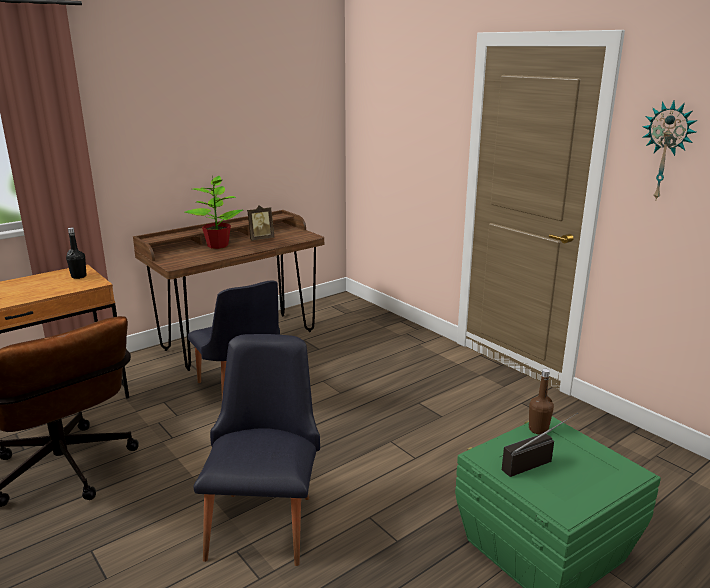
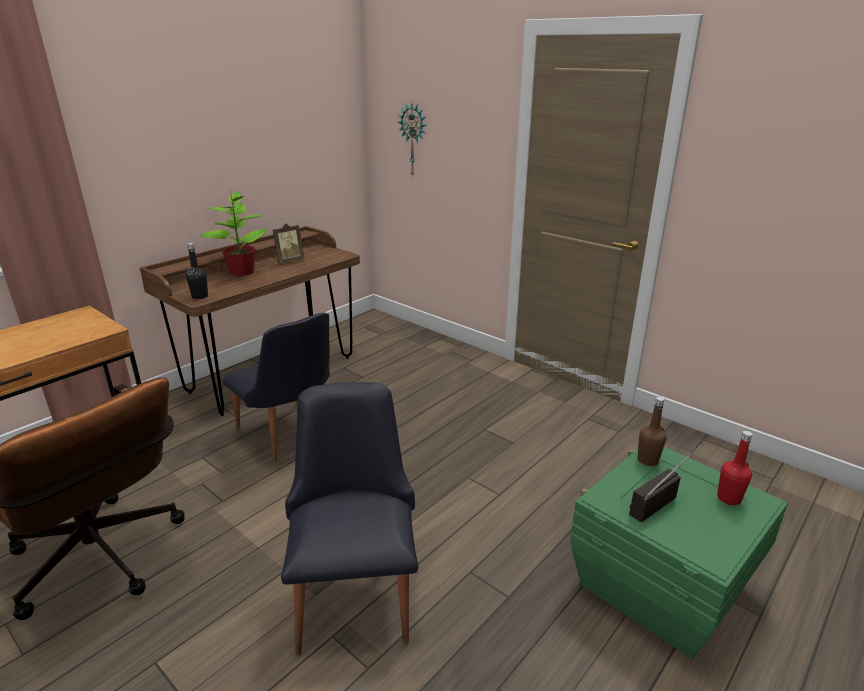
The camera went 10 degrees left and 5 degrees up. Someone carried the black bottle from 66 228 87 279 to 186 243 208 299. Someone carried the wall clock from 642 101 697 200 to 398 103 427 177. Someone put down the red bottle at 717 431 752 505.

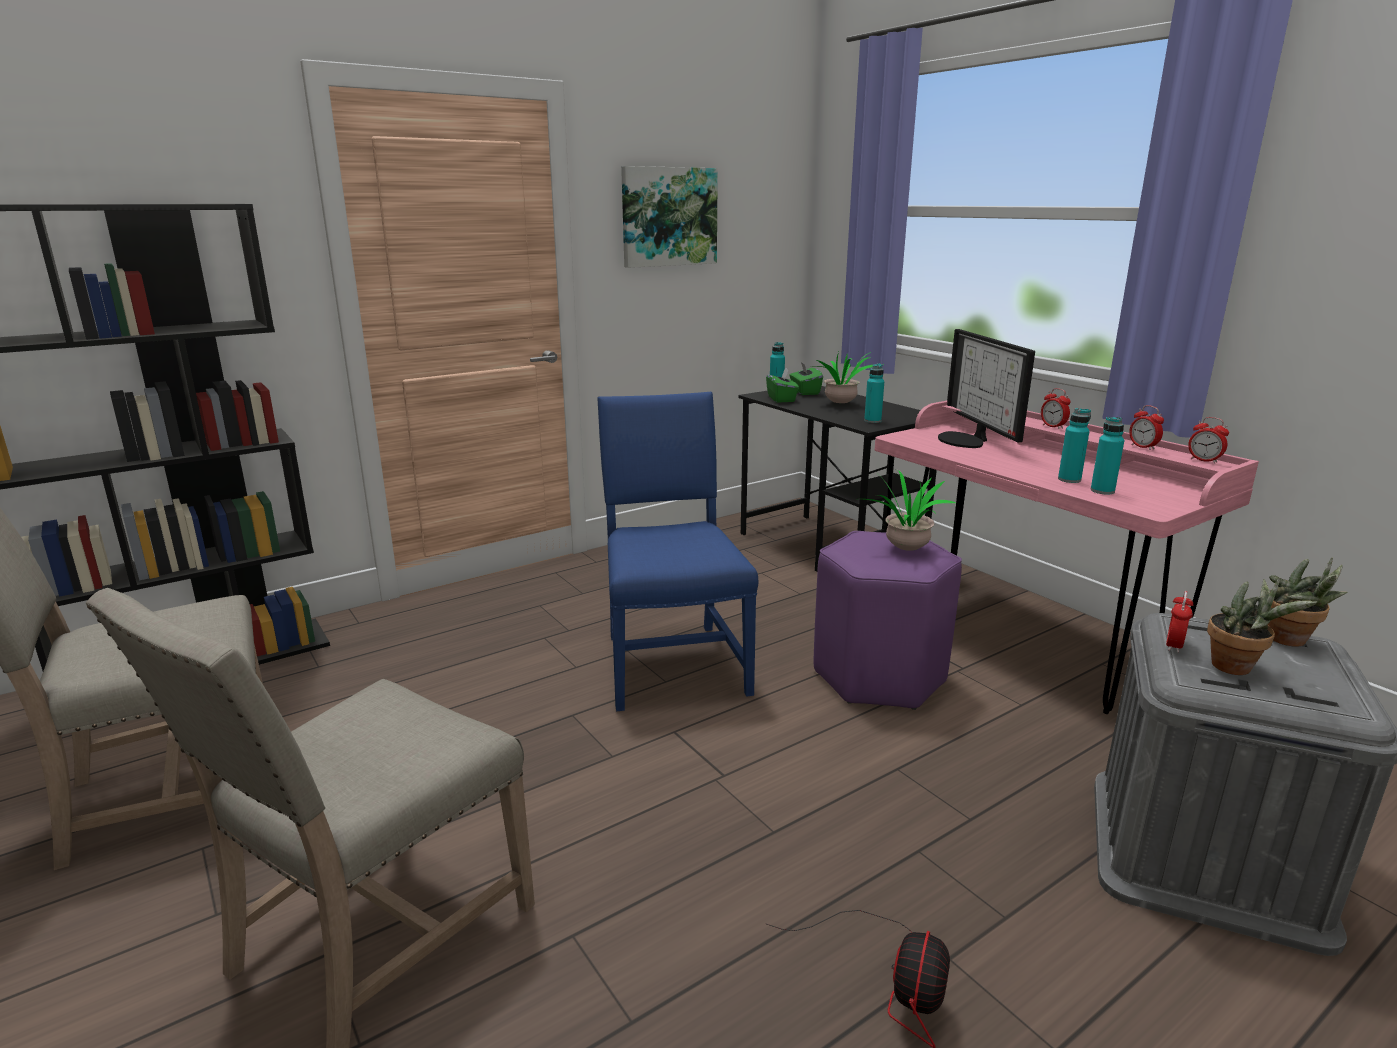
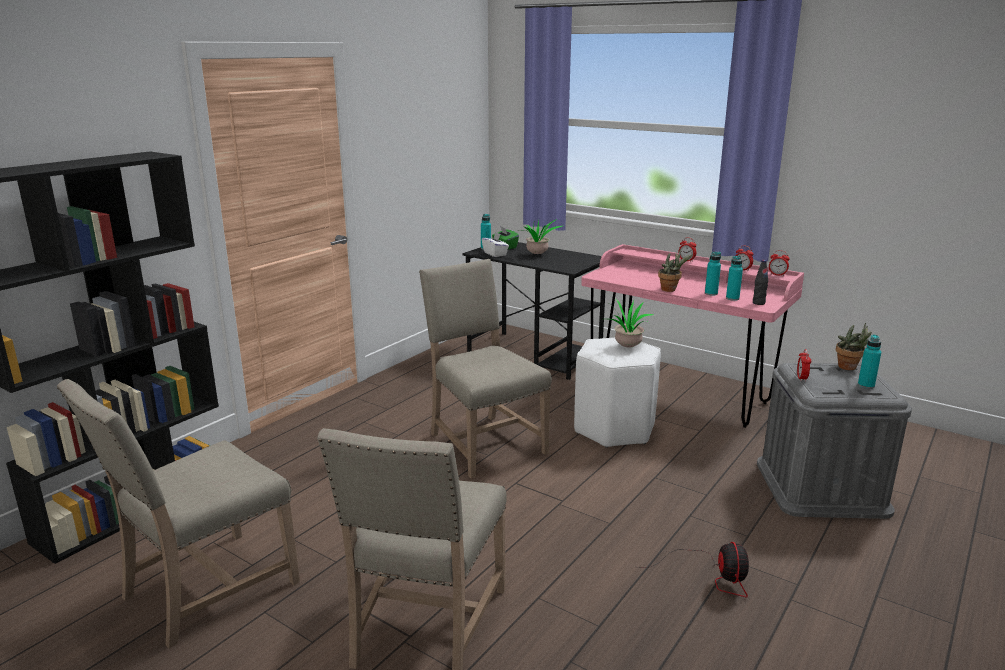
The camera went 20 degrees left and 0 degrees up. Someone repainted the blue chair at 598 392 758 711, which became the beige chair at 419 259 552 479. Someone took away the picture at 621 166 718 268. Someone repainted the green tissue box at 766 368 799 403, which became the white tissue box at 482 232 509 257. Someone repainted the purple stool at 814 531 962 710, which became the white stool at 574 338 661 448. Someone carried the turquoise bottle from 864 363 884 423 to 858 335 881 389. Someone took away the monitor at 938 329 1035 448. Someone carried the potted plant from 1207 577 1317 675 to 658 249 693 292. Someone put down the black bottle at 753 260 768 305.

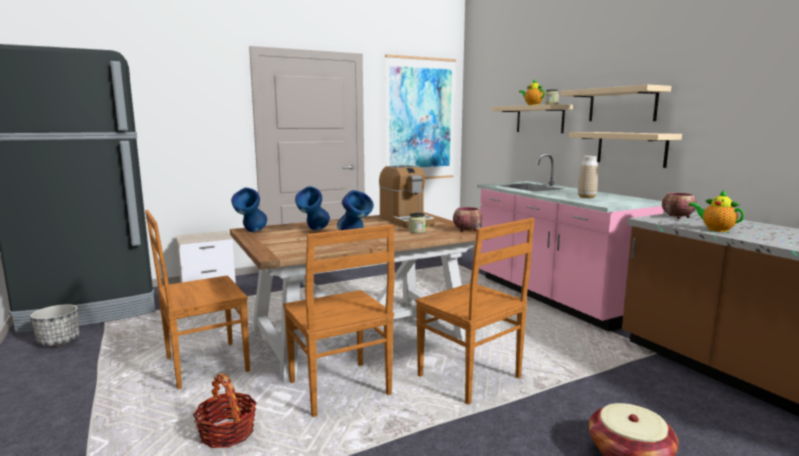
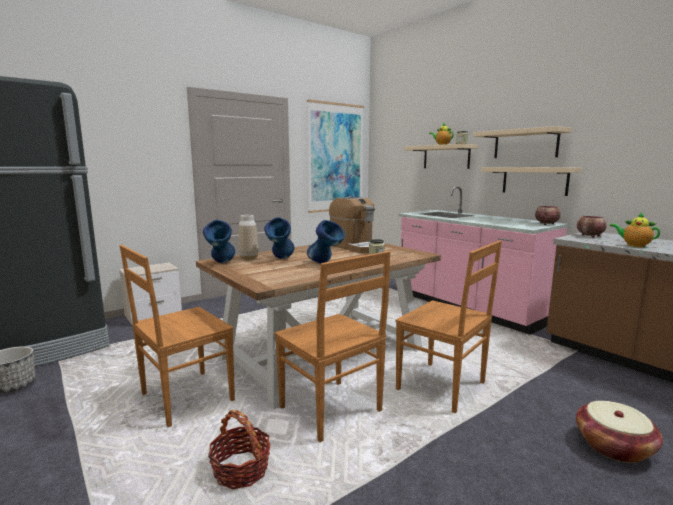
The camera went 10 degrees left and 0 degrees up. Someone carried the bowl from 453 207 482 232 to 535 206 561 225. Someone carried the vase from 578 156 598 198 to 239 215 258 260.

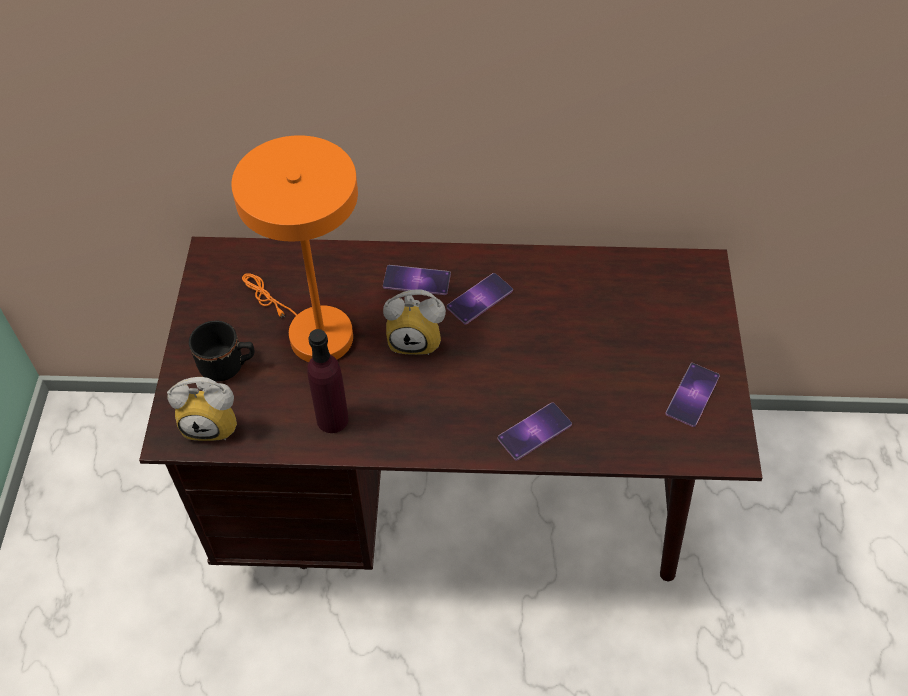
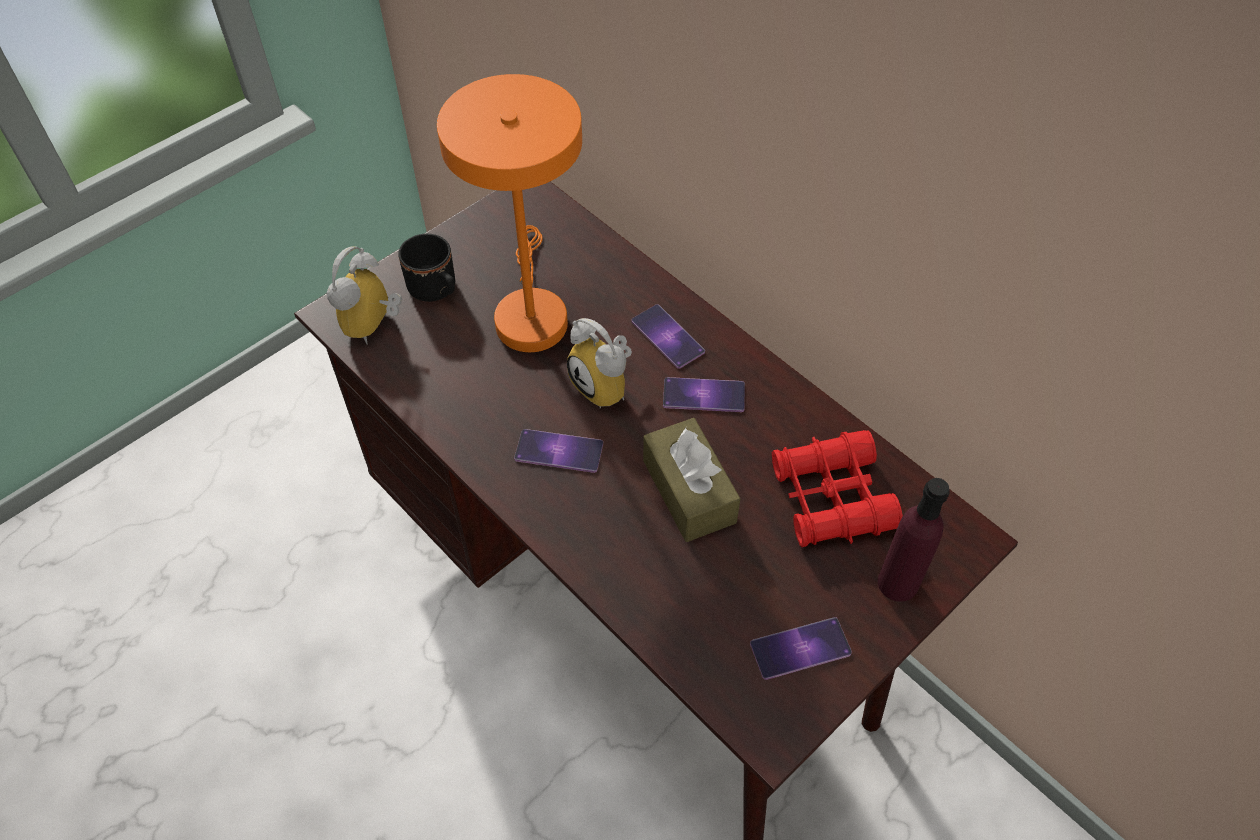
The camera went 45 degrees right and 0 degrees up. Someone rotated the alarm clock at 167 377 237 441 by 60 degrees clockwise. Someone carried the purple bottle from 307 329 348 433 to 878 478 950 602. Someone carried the phone from 498 403 572 461 to 514 429 603 473. Someone put down the brown tissue box at 643 418 740 542. Someone put down the red binoculars at 772 430 903 547.

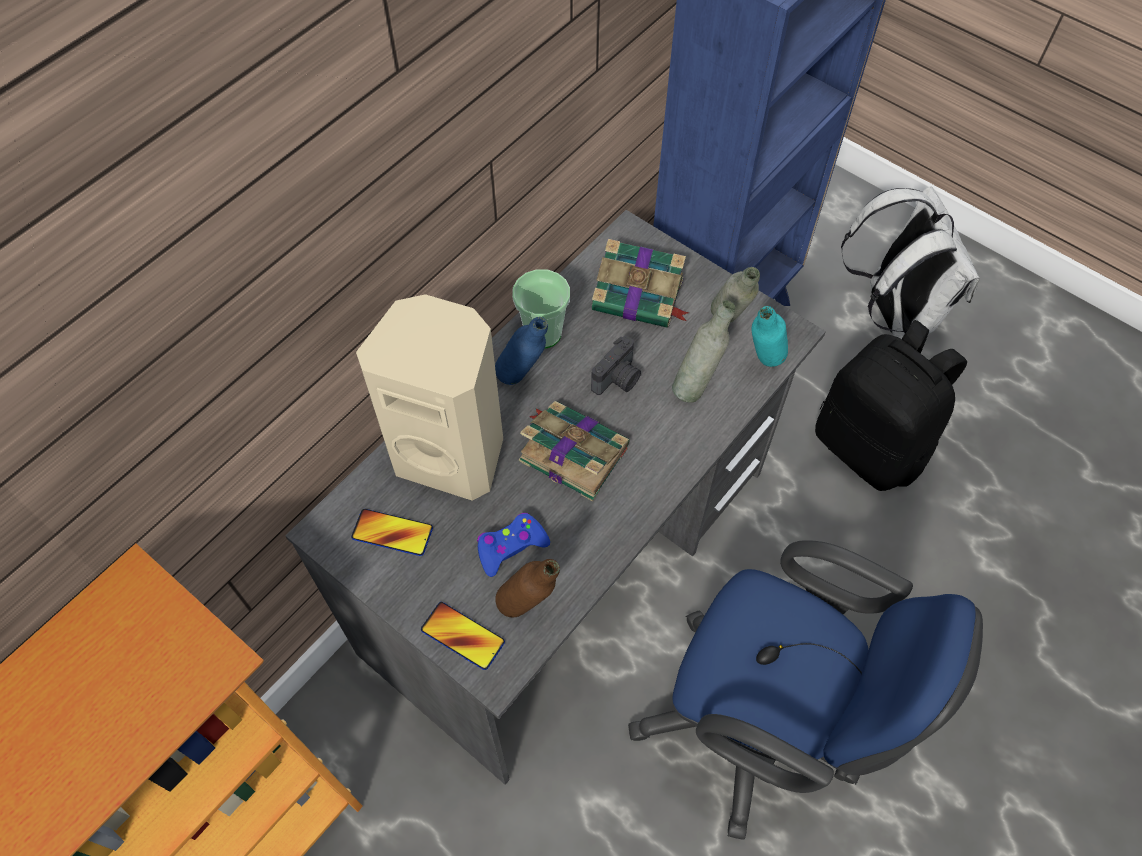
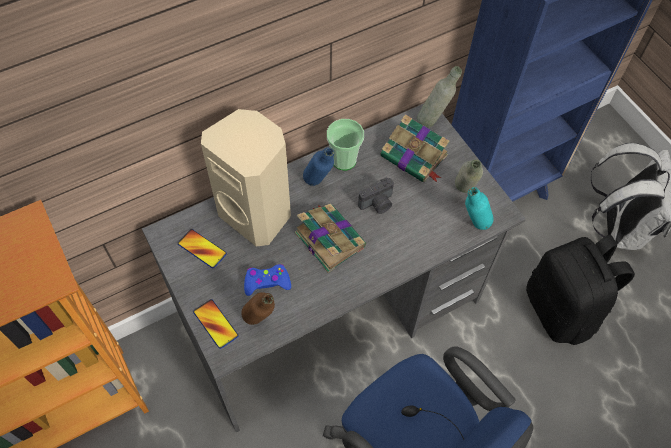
The camera went 20 degrees right and 0 degrees up. Someone carried the grey bottle from 672 300 735 403 to 417 66 462 128.

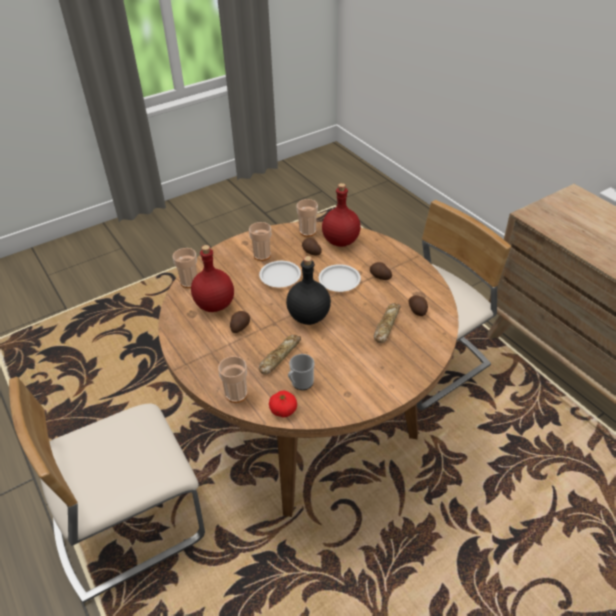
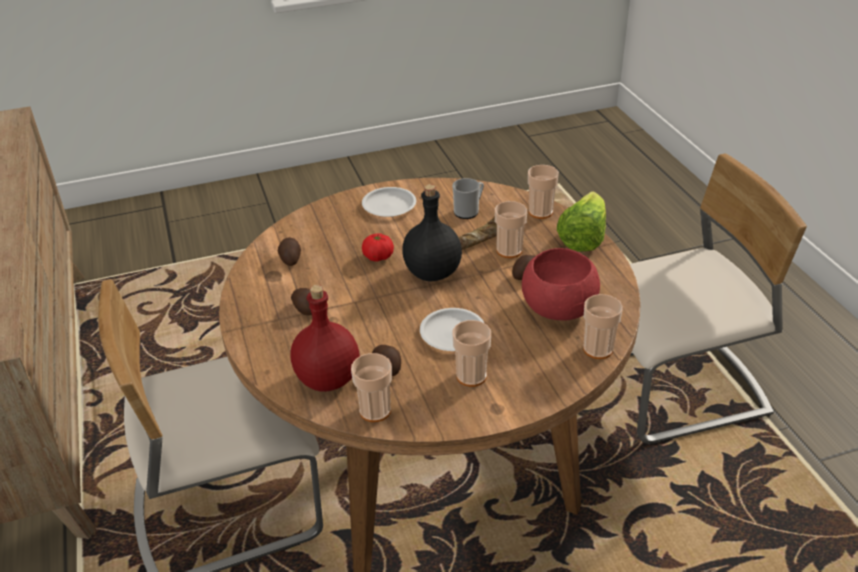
The camera went 165 degrees left and 5 degrees down. Someone swapped the red bottle at 191 245 234 312 for the red bowl at 522 248 600 321. Someone carried the tomato from 269 391 297 418 to 362 233 394 261. Someone carried the white plate from 319 264 361 292 to 362 187 416 217. Someone took away the bread at 374 303 401 343. Someone put down the cup at 495 201 527 258. Someone put down the lettuce at 557 191 606 252.

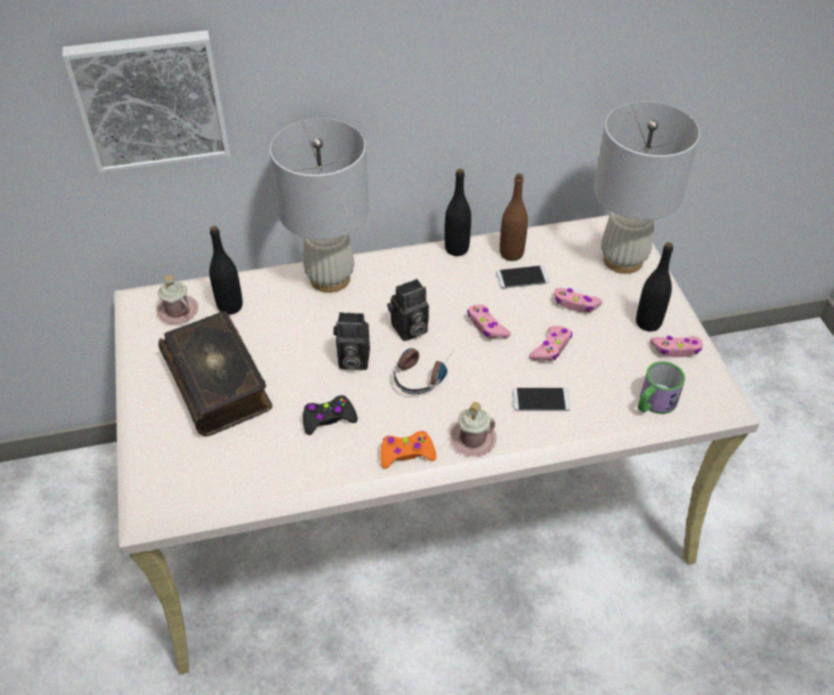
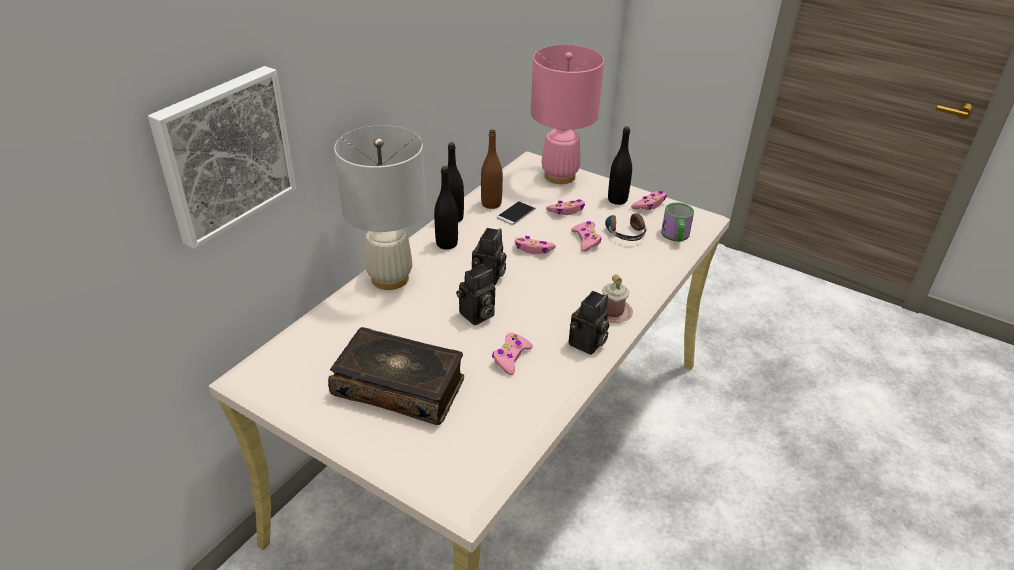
The camera went 45 degrees left and 10 degrees down. Someone took away the pink mug at 156 275 198 324. Someone carried the black bottle from 209 226 243 315 to 434 166 458 250. Someone repainted the black game controller at 303 395 358 435, which became the pink game controller at 492 333 533 375. Someone swapped the orange game controller at 380 431 436 469 for the photo camera at 569 291 609 355. Someone carried the headphones from 393 348 452 394 to 605 207 647 241. Someone took away the phone at 512 388 570 411. Someone repainted the white table lamp at 594 102 700 274, which became the pink table lamp at 531 45 604 184.

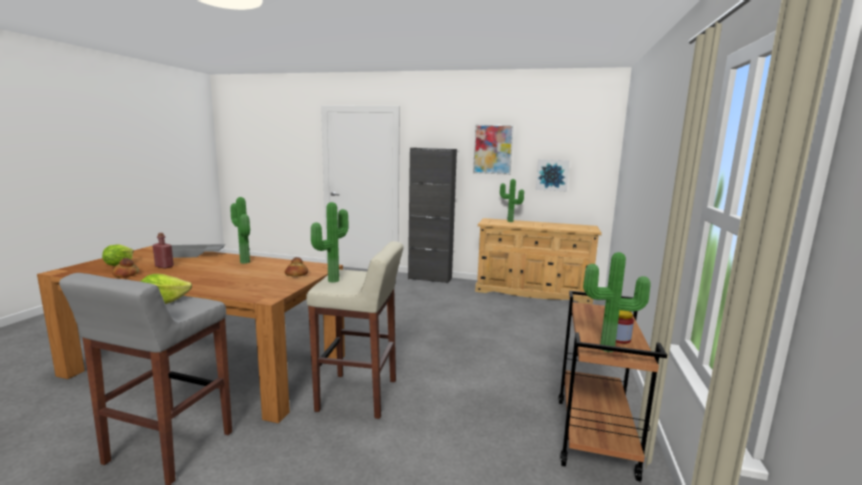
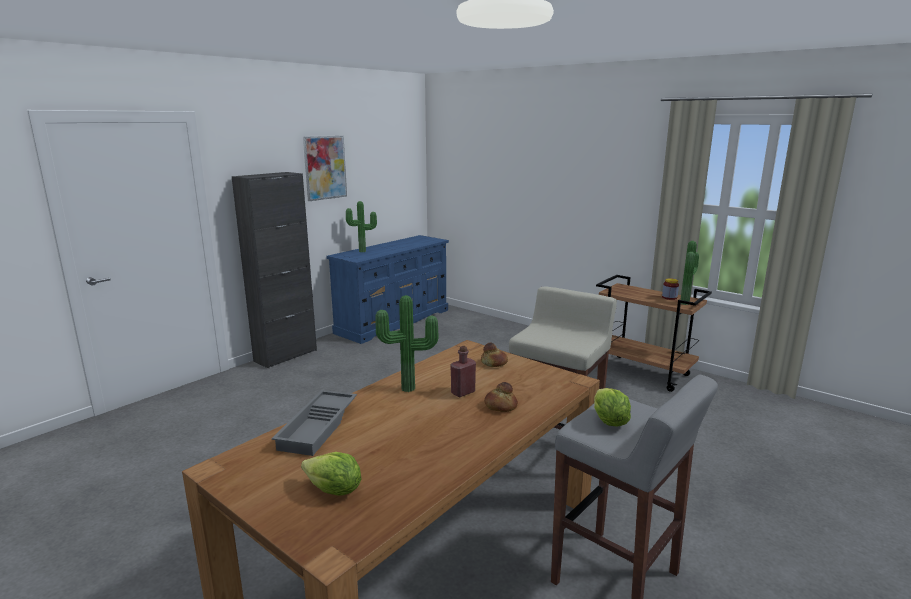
The camera went 65 degrees left and 5 degrees up. Someone carried the bread from 112 258 139 278 to 484 382 518 412. Someone carried the red bottle from 153 233 174 269 to 450 346 476 397. Someone took away the potted plant at 311 202 349 283. Someone repainted the beige dresser at 475 218 602 304, which became the blue dresser at 326 235 449 344. Someone took away the picture at 536 159 570 191.

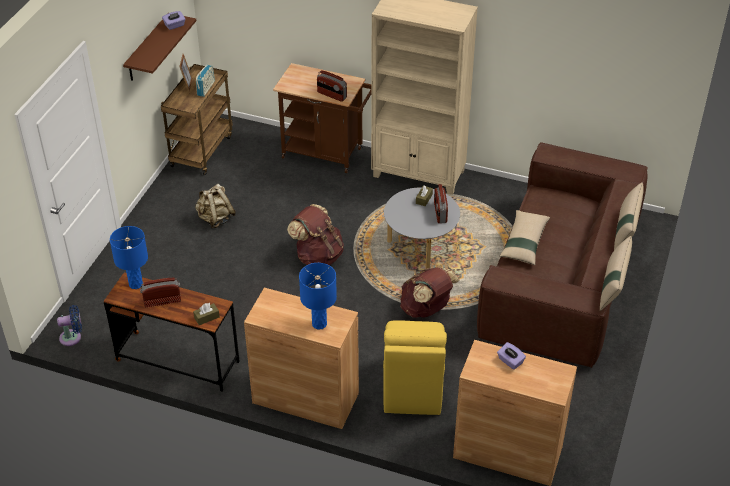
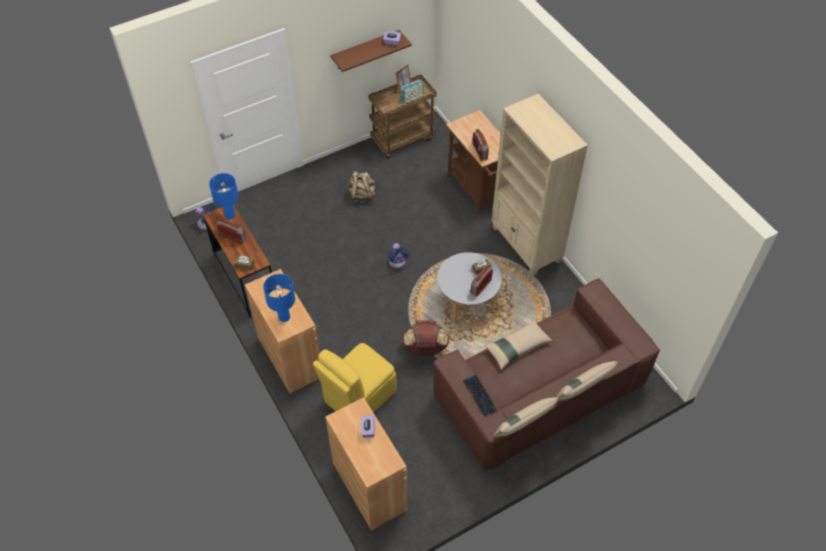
The camera went 40 degrees right and 10 degrees up. Someone swapped the brown backpack at 287 204 344 266 for the blue fan at 387 243 409 268. Someone put down the keyboard at 463 375 498 417.

